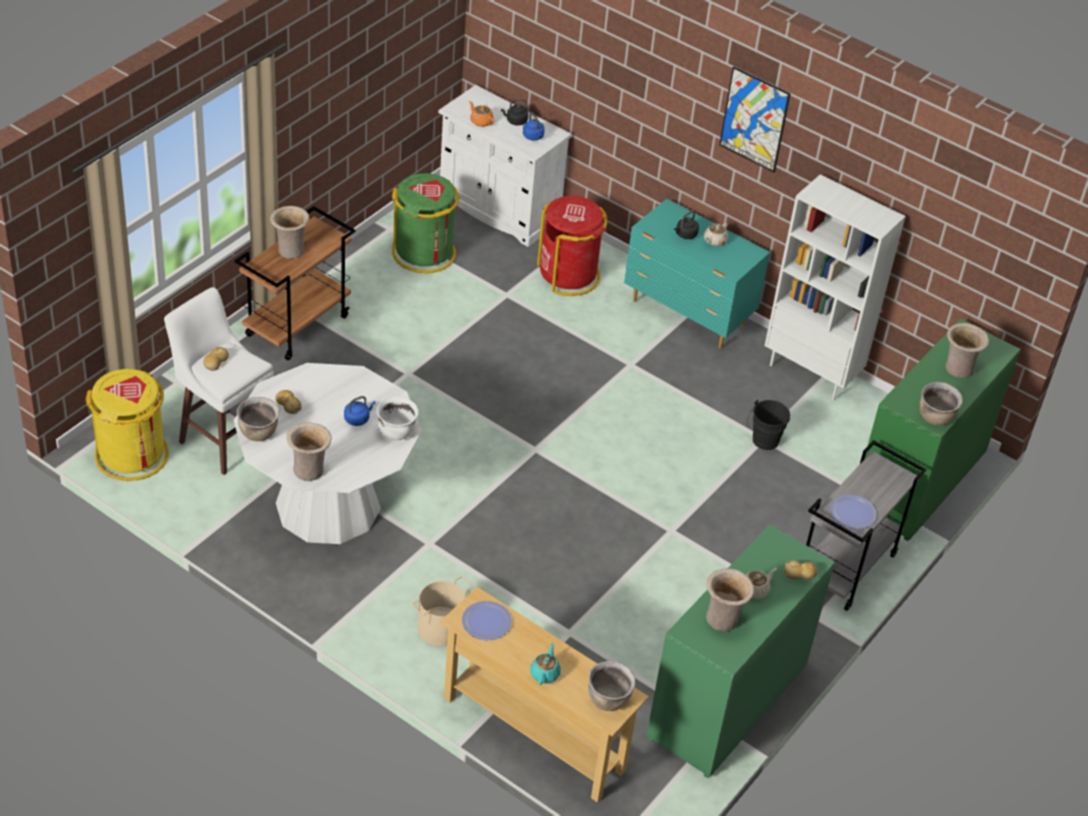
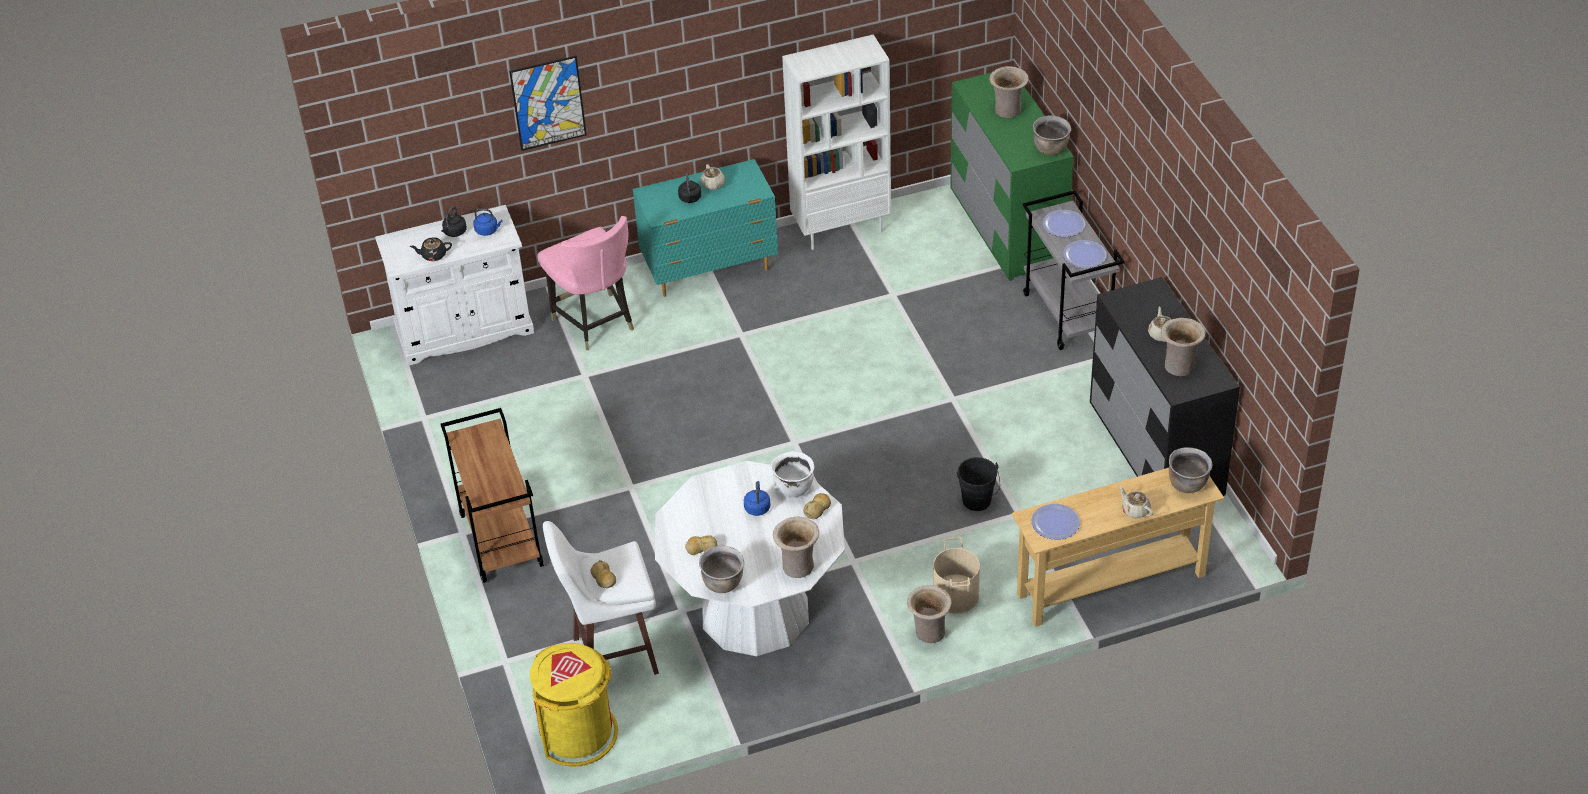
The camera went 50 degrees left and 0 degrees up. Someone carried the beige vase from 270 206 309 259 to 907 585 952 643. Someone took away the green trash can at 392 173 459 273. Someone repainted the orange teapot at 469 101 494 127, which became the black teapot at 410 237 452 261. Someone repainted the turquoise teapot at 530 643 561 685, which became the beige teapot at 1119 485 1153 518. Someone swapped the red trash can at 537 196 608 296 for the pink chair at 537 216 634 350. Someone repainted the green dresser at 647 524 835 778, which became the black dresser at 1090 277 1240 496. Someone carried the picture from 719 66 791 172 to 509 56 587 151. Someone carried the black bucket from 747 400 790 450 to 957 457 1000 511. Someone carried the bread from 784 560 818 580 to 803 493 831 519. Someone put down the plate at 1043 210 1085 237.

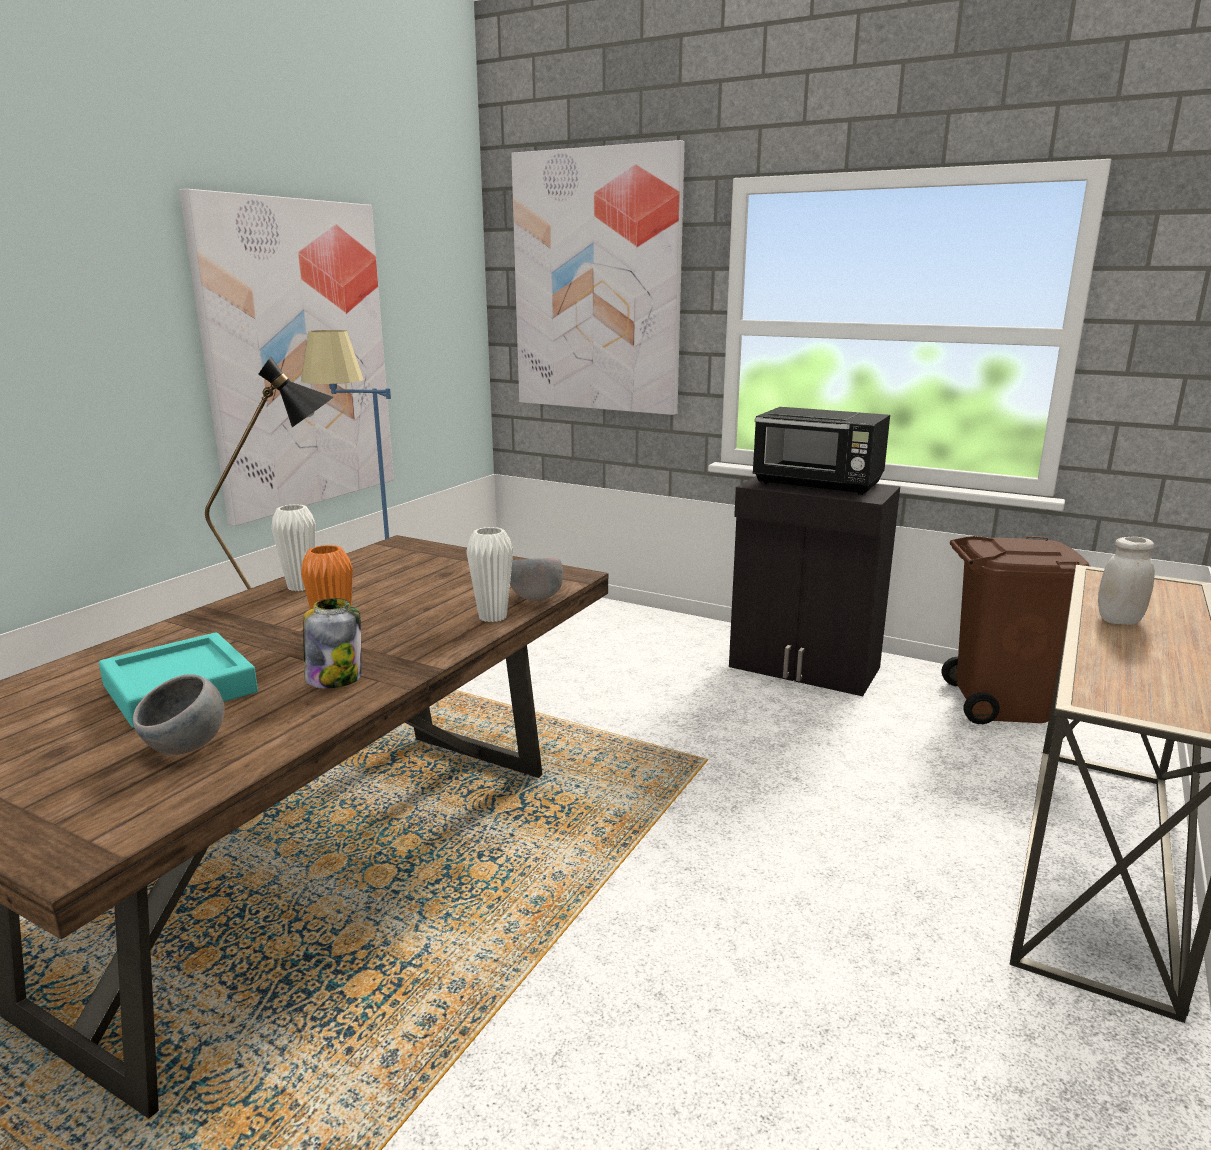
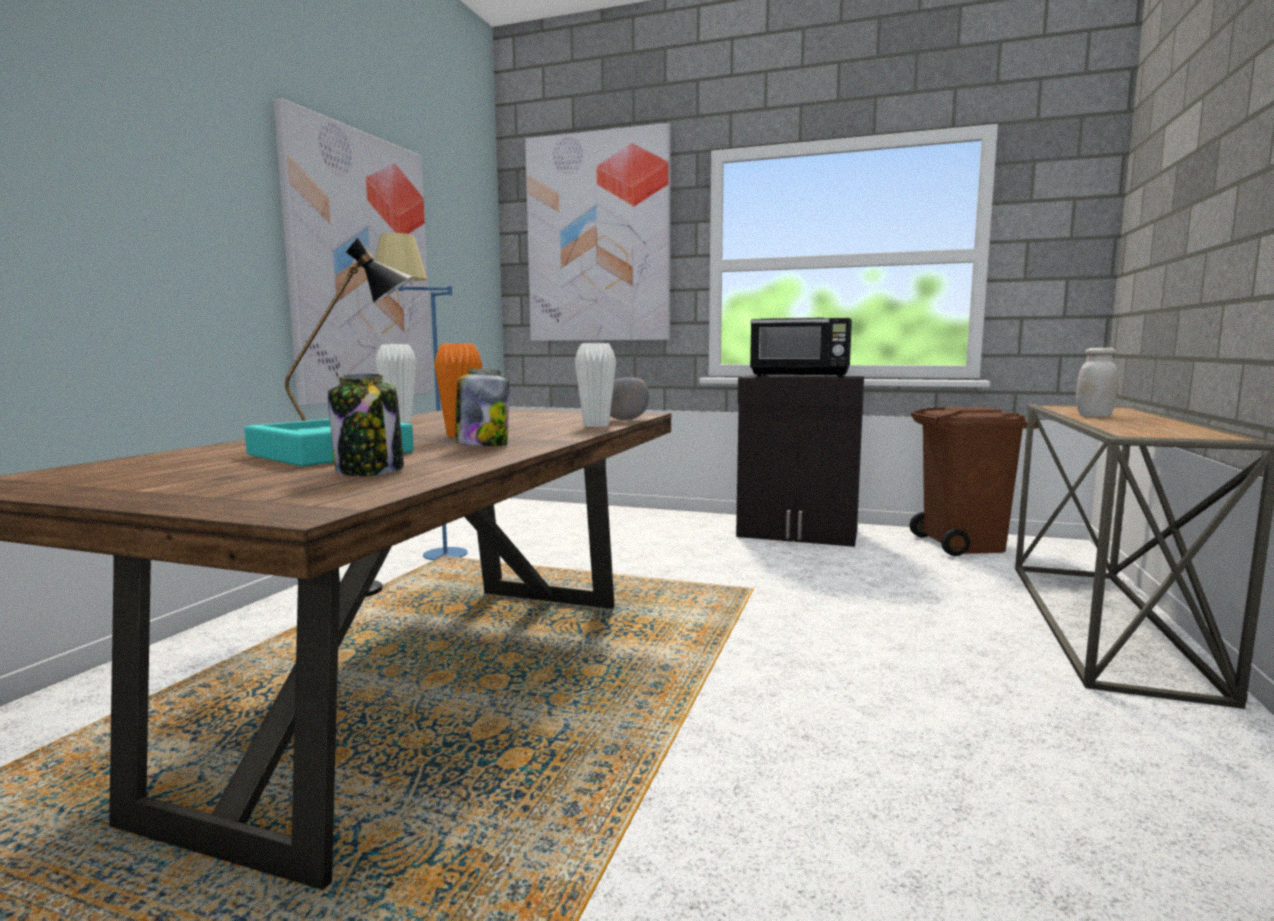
The camera went 10 degrees left and 10 degrees down. Someone swapped the grey bowl at 133 674 224 755 for the jar at 328 373 404 476.

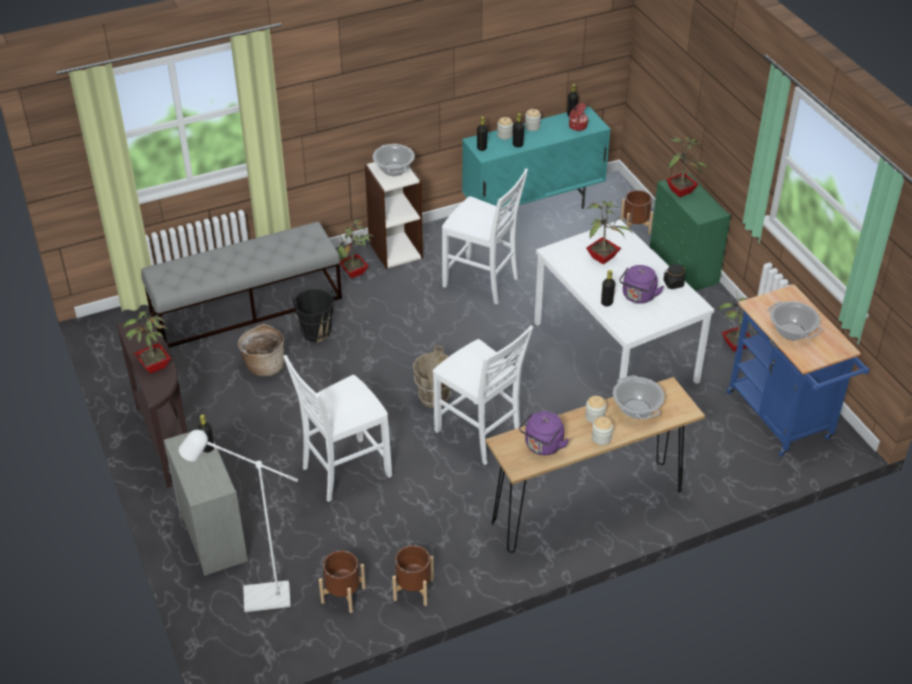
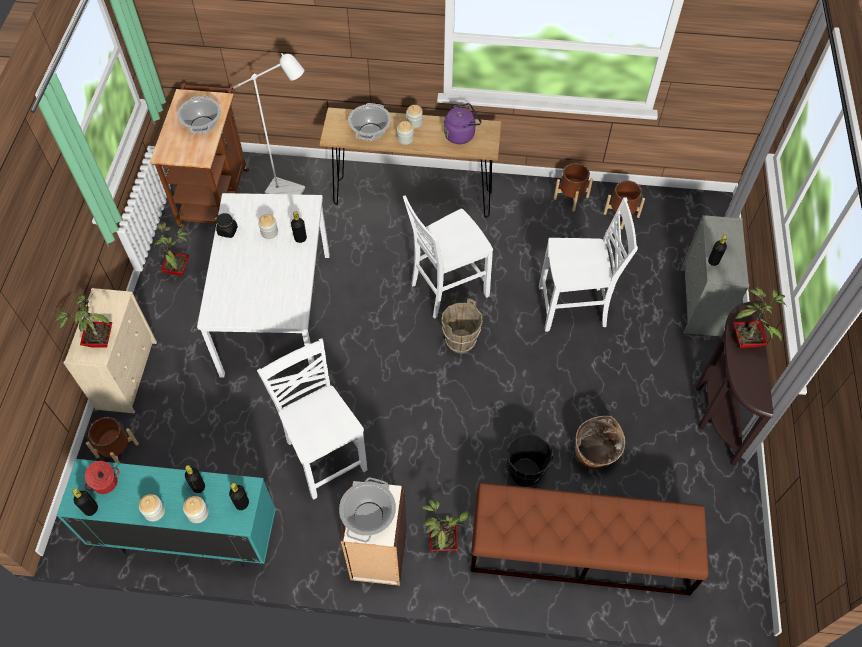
The camera went 150 degrees left and 15 degrees up. Someone repainted the grey bench at 141 222 342 348, which became the brown bench at 471 483 709 595. Someone carried the white floor lamp from 179 430 298 612 to 233 53 305 195. Someone rotated the white chair at 433 325 533 465 by 105 degrees counterclockwise. Someone took away the potted plant at 586 201 632 264. Someone swapped the purple kettle at 619 265 664 304 for the jar at 258 214 278 239. Someone repainted the green dresser at 650 173 731 291, which became the beige dresser at 64 288 157 413. Someone repainted the blue cart at 726 285 870 457, which became the brown cart at 150 83 249 230.

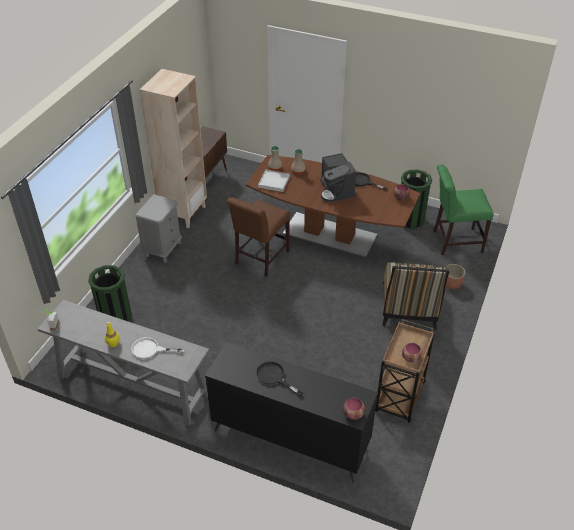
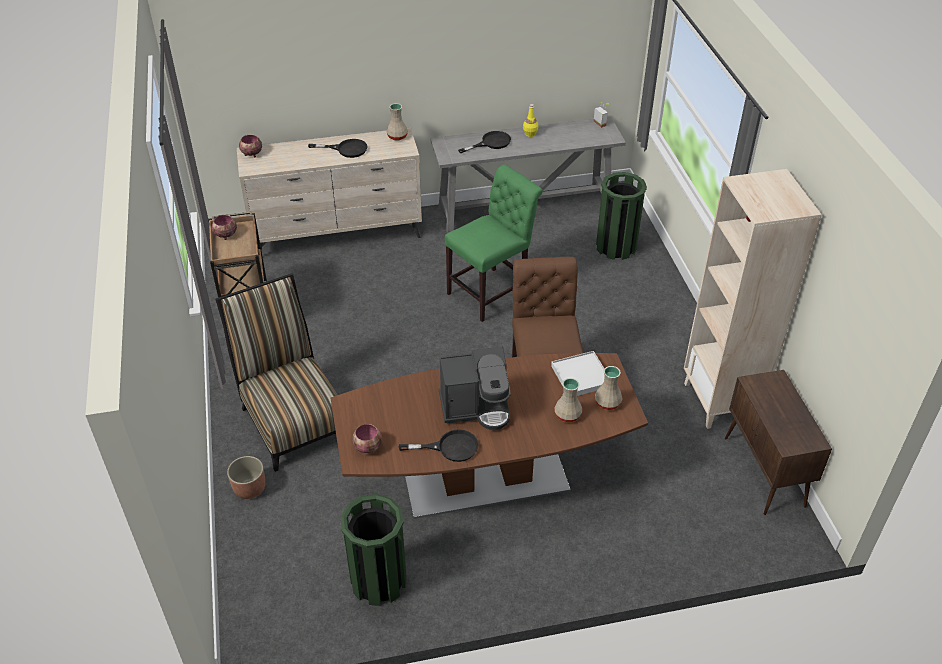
The camera went 145 degrees right and 0 degrees up. Someone repainted the white frying pan at 131 337 184 359, which became the black frying pan at 458 131 511 153. Someone took away the grey nightstand at 135 194 182 263. Someone repainted the black dresser at 205 342 378 483, which became the beige dresser at 237 128 422 251. Someone rotated the coffee machine at 320 153 356 202 by 135 degrees clockwise. Someone carried the green chair from 433 164 494 255 to 445 165 543 322. Someone put down the beige vase at 387 103 408 140.

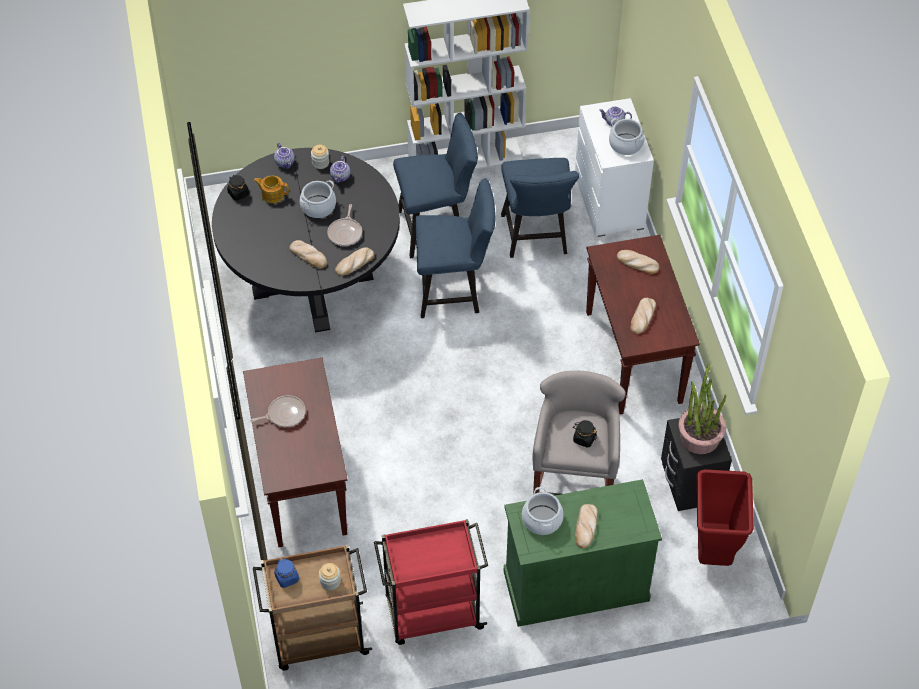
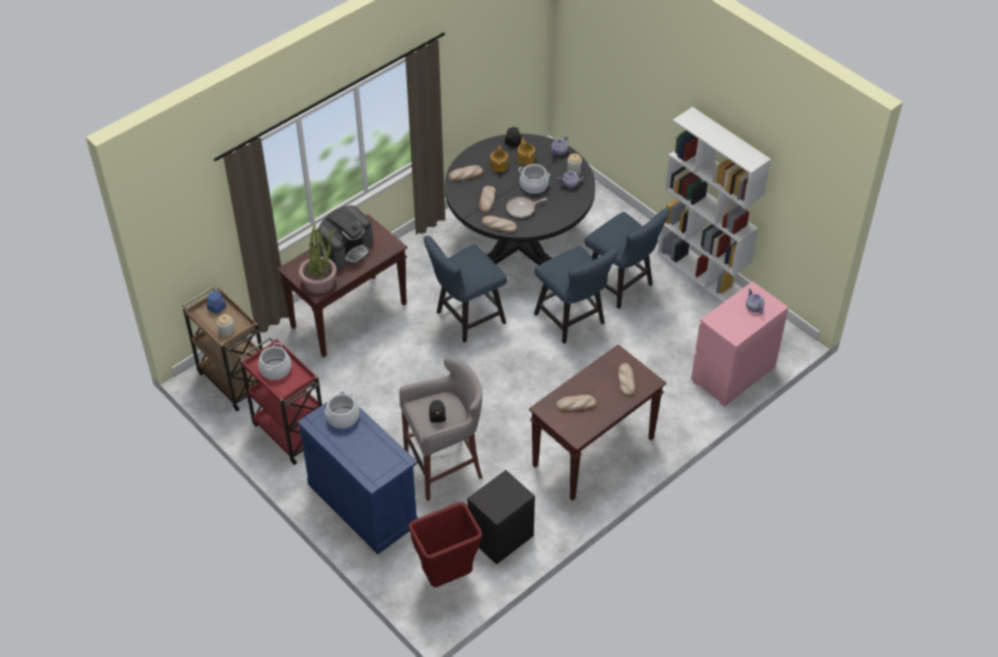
The camera went 60 degrees right and 5 degrees down. Someone swapped the frying pan at 250 395 306 427 for the coffee machine at 318 205 373 270. Someone carried the blue chair from 501 158 579 258 to 424 236 507 342. Someone repainted the green cabinet at 504 479 662 627, which became the blue cabinet at 297 392 419 554. Someone repainted the white dresser at 575 98 654 237, which became the pink dresser at 691 281 788 407. Someone carried the bread from 575 504 598 548 to 449 165 483 181. Someone carried the cooking pot from 609 118 645 155 to 258 343 291 380. Someone carried the potted plant from 678 364 726 454 to 299 224 337 293. Someone put down the teapot at 490 146 508 172.

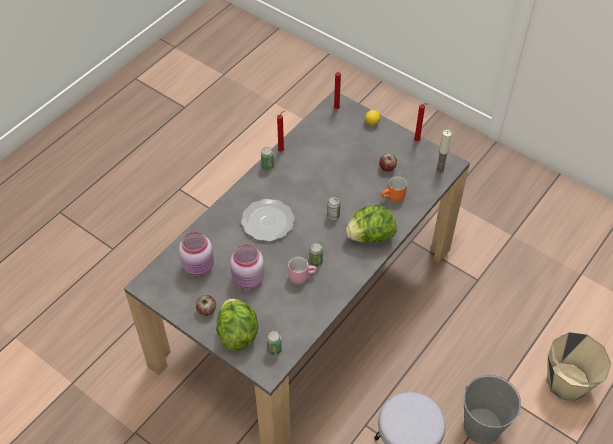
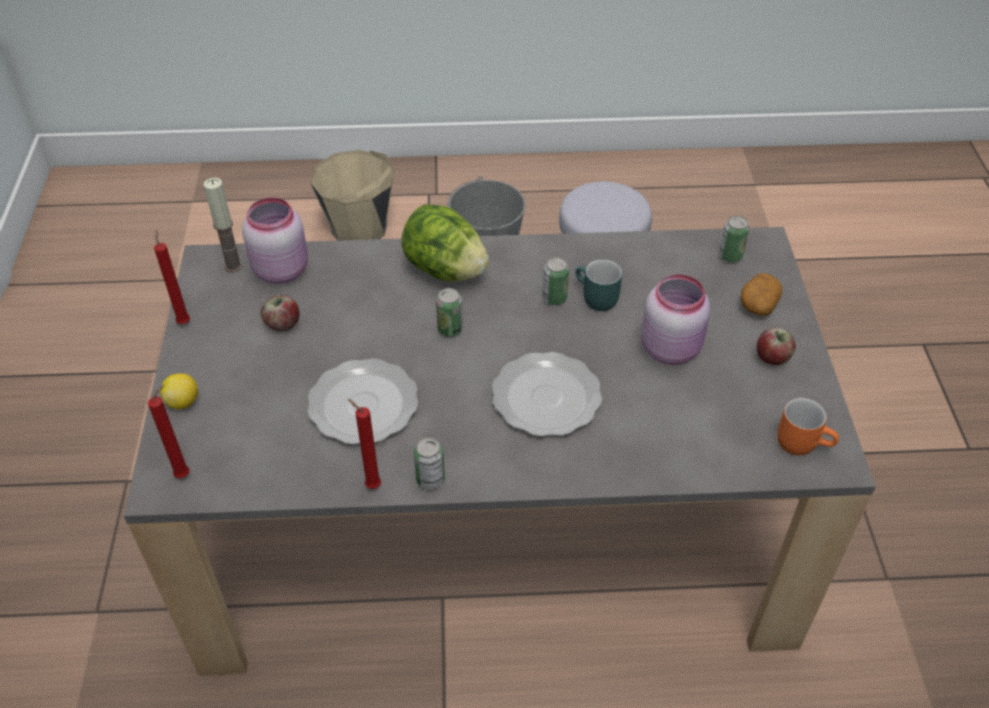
The camera went 130 degrees left and 5 degrees down. Someone carried the pink jar from 179 232 214 276 to 242 197 308 284. Someone swapped the lettuce at 216 298 258 351 for the potato at 740 273 782 316. Someone repainted the pink mug at 288 257 317 284, which became the turquoise mug at 575 259 622 311. Someone carried the orange mug from 381 176 407 202 to 777 398 839 455. Someone put down the plate at 308 359 418 445.

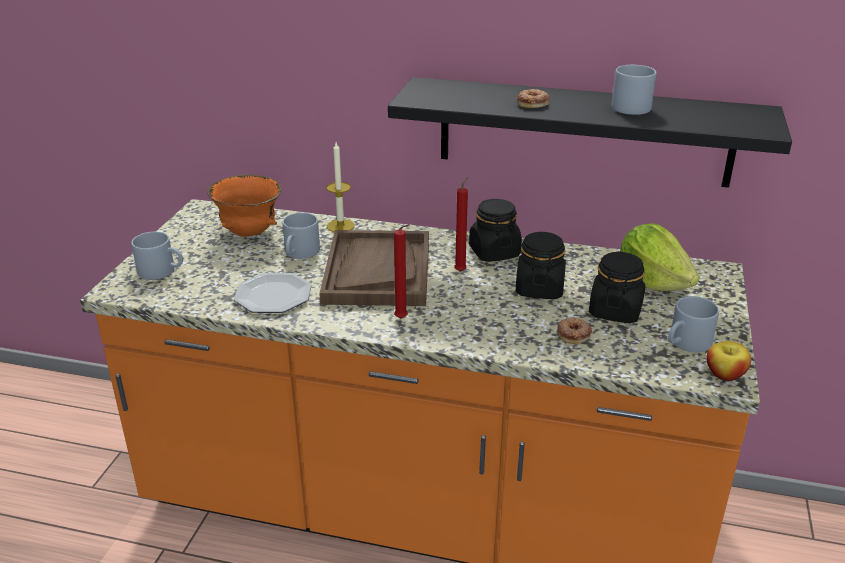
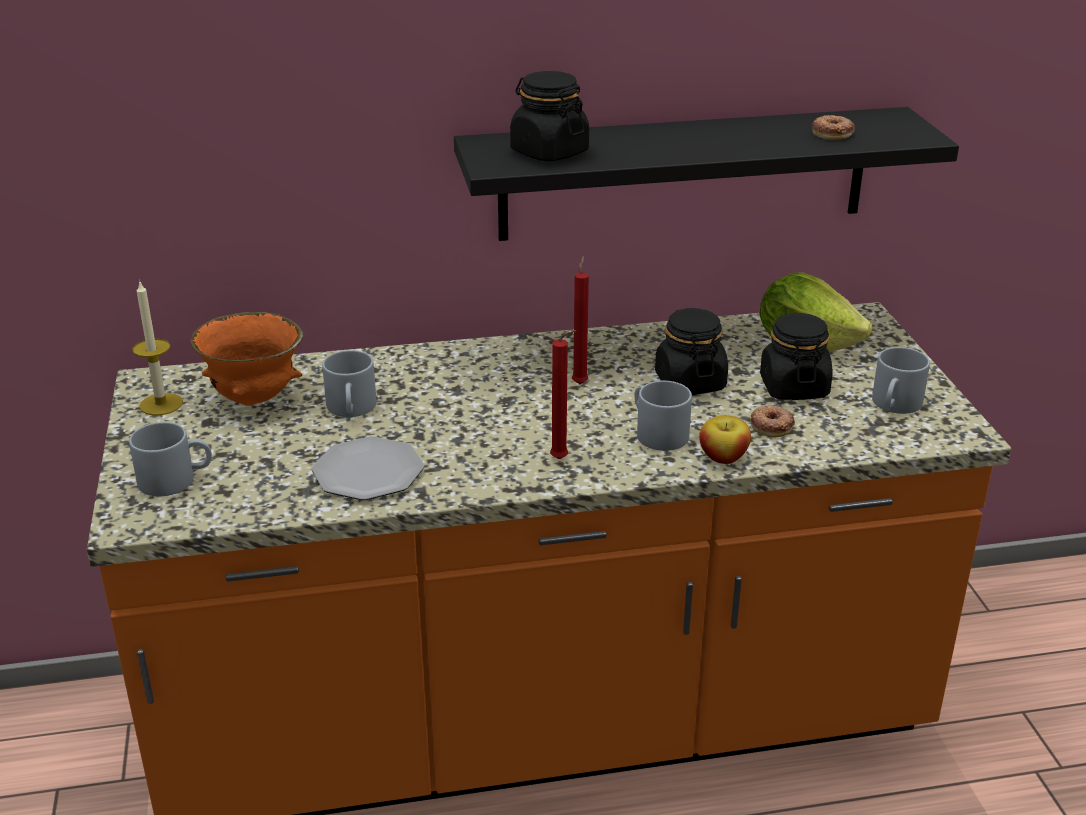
The camera went 25 degrees left and 0 degrees up. Someone took away the brown tray at 319 230 429 306. Someone carried the candle from 327 142 355 232 to 132 280 183 416. Someone carried the black jar from 469 199 522 262 to 510 71 589 161. Someone carried the donut from 517 89 550 108 to 812 115 854 140. Someone carried the grey mug from 612 65 657 115 to 635 381 692 451. Someone carried the apple from 706 341 751 381 to 699 415 751 464.

